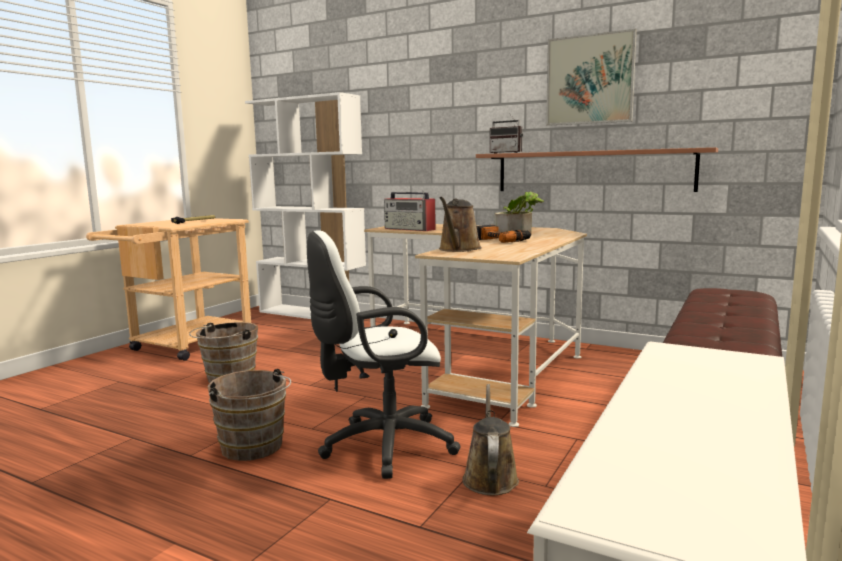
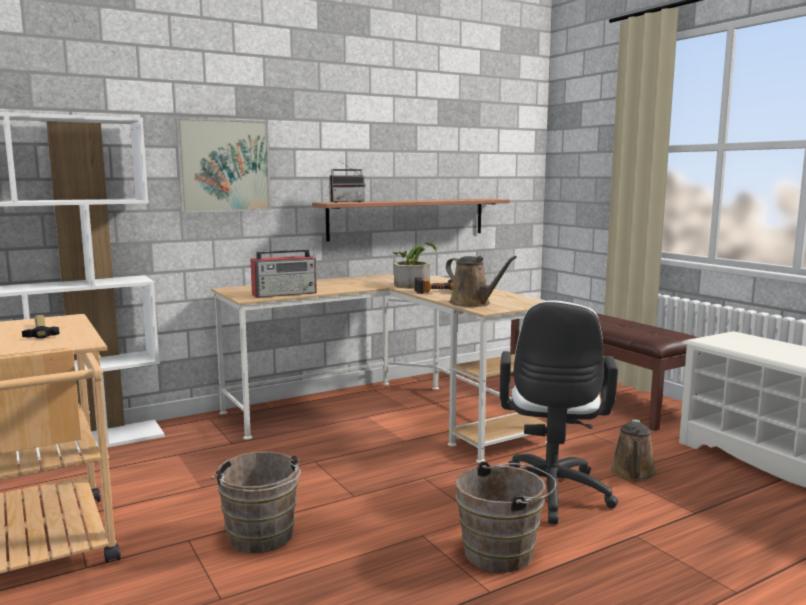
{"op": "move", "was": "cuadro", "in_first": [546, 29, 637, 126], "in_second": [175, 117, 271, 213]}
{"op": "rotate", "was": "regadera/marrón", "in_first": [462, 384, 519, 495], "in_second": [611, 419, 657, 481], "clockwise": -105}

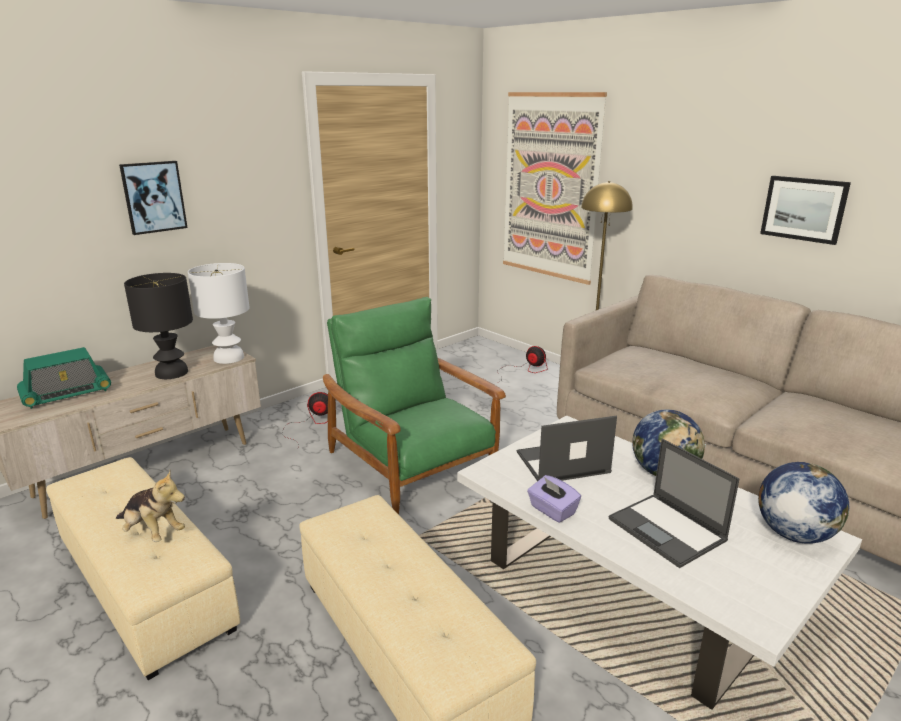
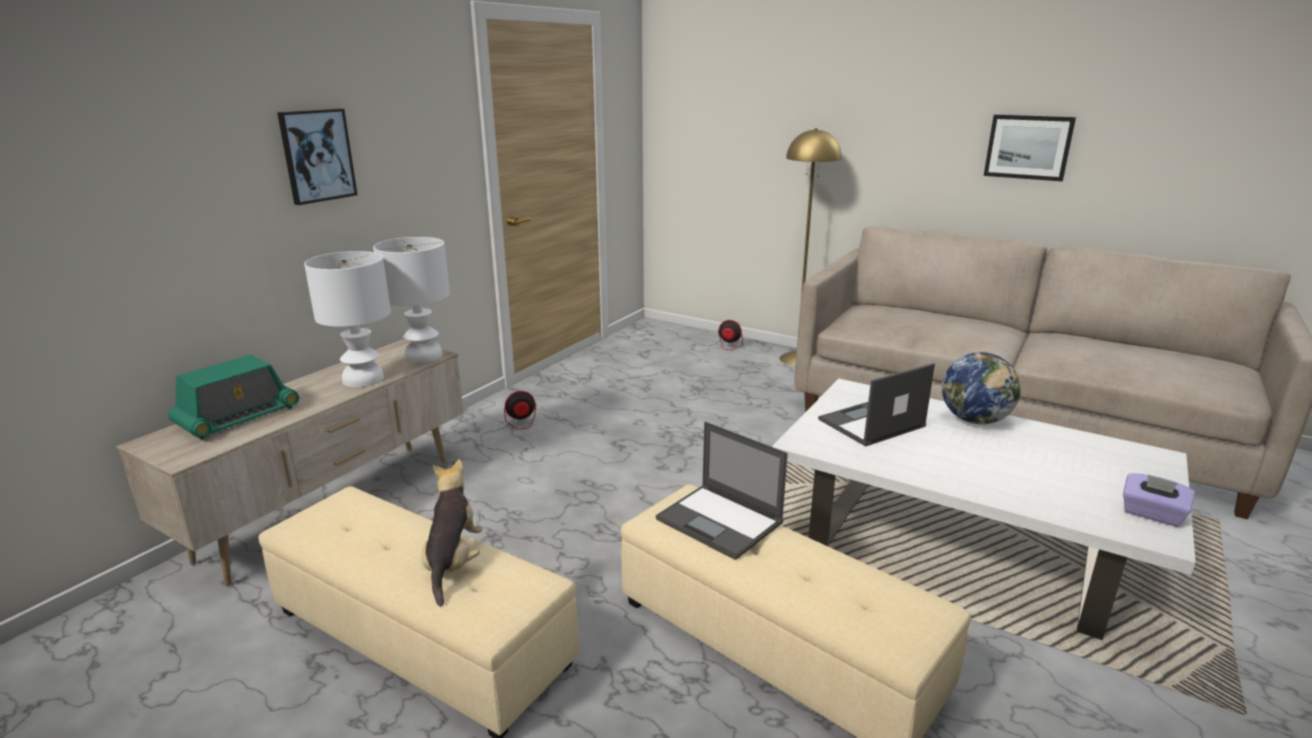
{"op": "delete", "was": "cuadro", "in_first": [503, 92, 607, 285]}
{"op": "recolor", "was": "lámpara de mesa/negro", "now": "lámpara de mesa/blanco", "in_first": [124, 273, 193, 379], "in_second": [304, 251, 391, 387]}
{"op": "delete", "was": "sillón/verde", "in_first": [323, 297, 506, 514]}
{"op": "move", "was": "portátil", "in_first": [609, 439, 740, 568], "in_second": [656, 422, 788, 560]}
{"op": "delete", "was": "globo terráqueo", "in_first": [758, 462, 850, 544]}
{"op": "rotate", "was": "peluche", "in_first": [116, 471, 185, 542], "in_second": [421, 459, 482, 607], "clockwise": -105}
{"op": "move", "was": "caja de pañuelos/morado", "in_first": [527, 475, 581, 523], "in_second": [1123, 473, 1195, 527]}

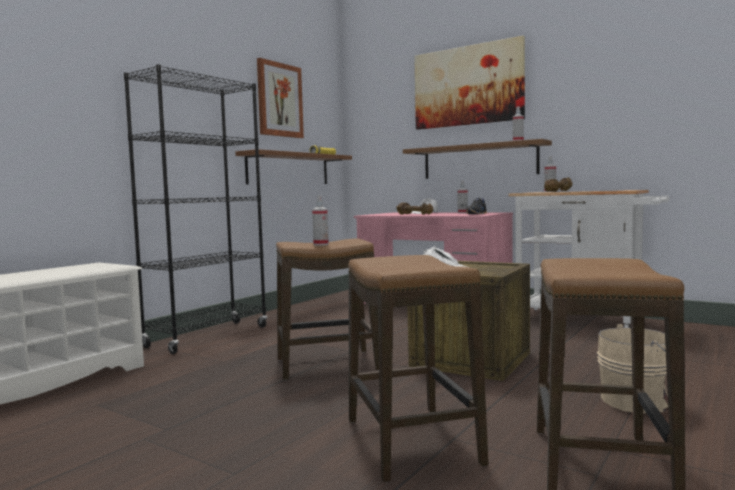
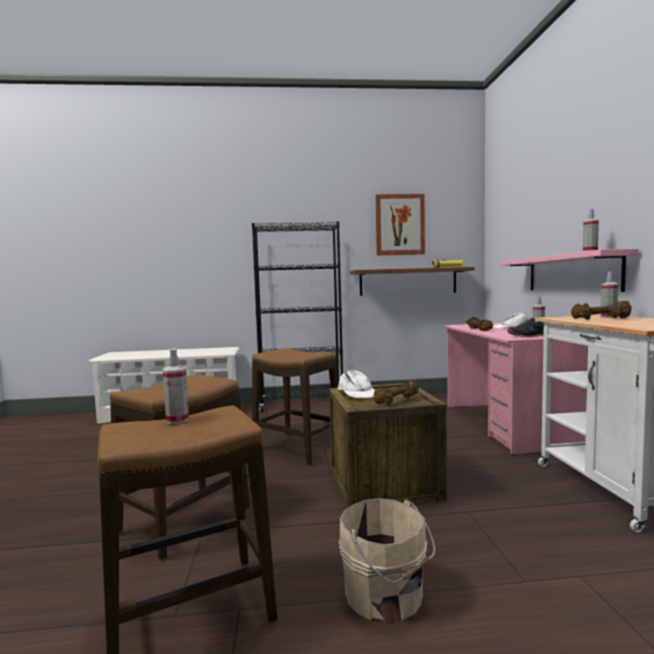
{"op": "delete", "was": "cuadro", "in_first": [414, 36, 525, 130]}
{"op": "recolor", "was": "estante/marrón", "now": "estante/rosa", "in_first": [403, 139, 552, 179], "in_second": [499, 249, 639, 292]}
{"op": "move", "was": "pulverizador", "in_first": [312, 195, 329, 246], "in_second": [163, 349, 189, 424]}
{"op": "insert", "now": "mancuerna/marrón", "in_second": [373, 379, 419, 404]}

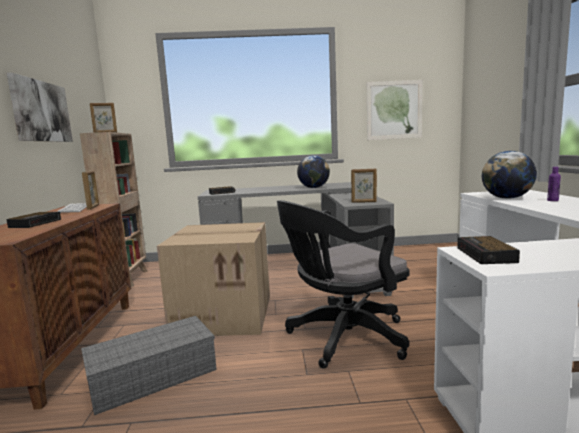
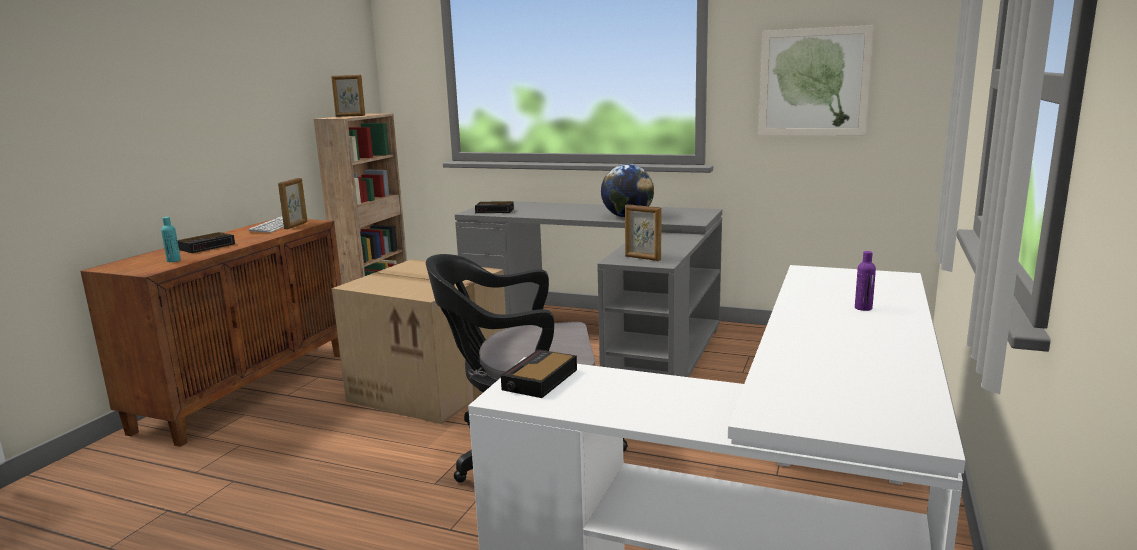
{"op": "delete", "was": "cuadro", "in_first": [7, 73, 73, 142]}
{"op": "delete", "was": "globo terráqueo", "in_first": [482, 151, 537, 199]}
{"op": "delete", "was": "caja de almacenaje/gris", "in_first": [81, 316, 217, 415]}
{"op": "insert", "now": "botella/turquesa", "in_second": [161, 217, 181, 262]}

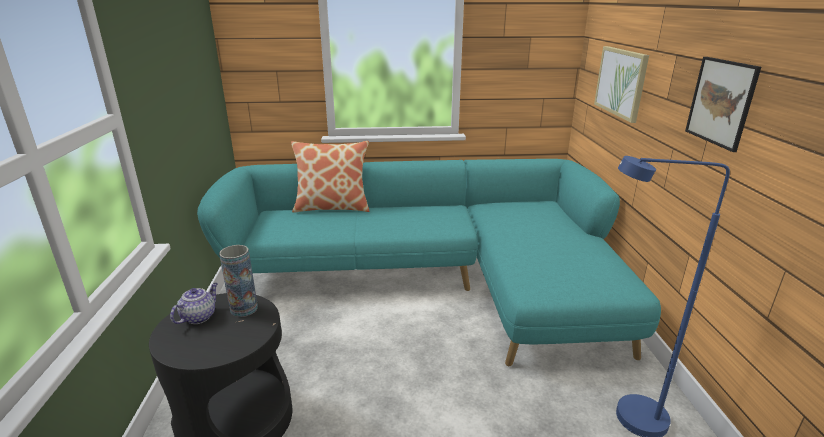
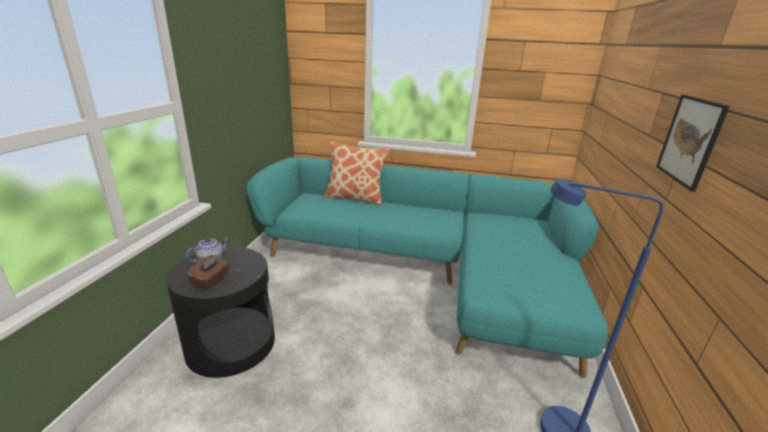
{"op": "delete", "was": "cuadro", "in_first": [594, 46, 649, 123]}
{"op": "delete", "was": "florero", "in_first": [219, 245, 258, 317]}
{"op": "insert", "now": "caja de pañuelos/marrón", "in_second": [187, 255, 230, 290]}

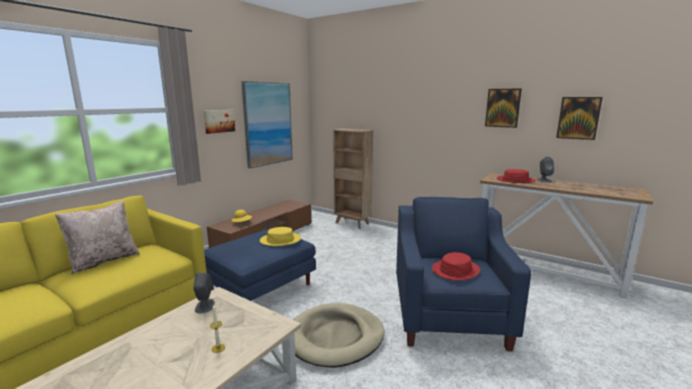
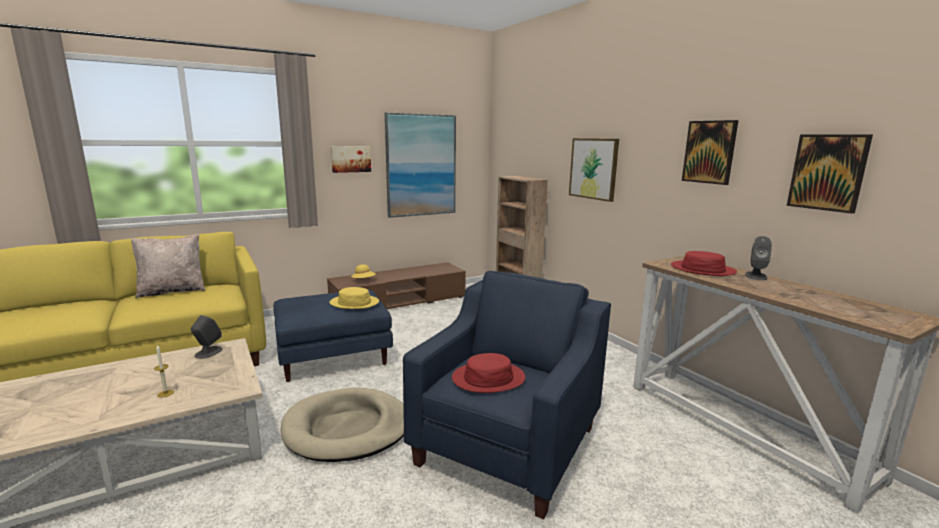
{"op": "insert", "now": "cuadro", "in_second": [569, 138, 619, 202]}

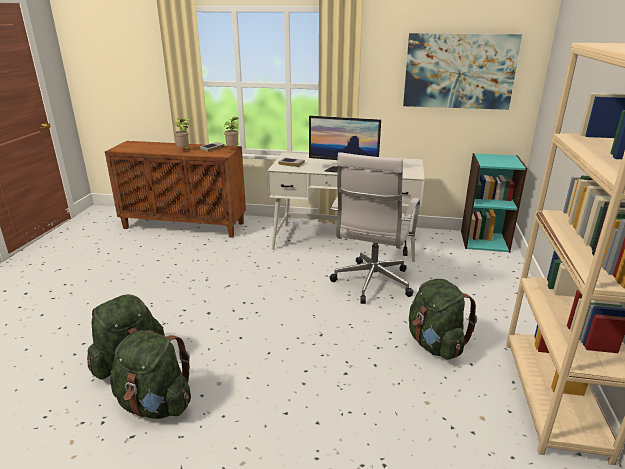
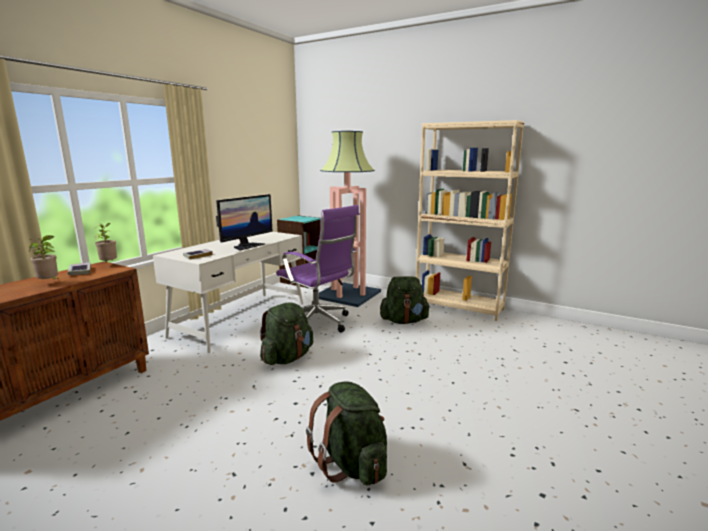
{"op": "delete", "was": "cuadro", "in_first": [403, 33, 522, 110]}
{"op": "recolor", "was": "silla de oficina/blanco", "now": "silla de oficina/morado", "in_first": [329, 152, 420, 304], "in_second": [276, 205, 359, 333]}
{"op": "move", "was": "mochila/verde", "in_first": [110, 330, 191, 419], "in_second": [260, 302, 313, 365]}
{"op": "insert", "now": "lámpara de pie", "in_second": [319, 130, 381, 307]}

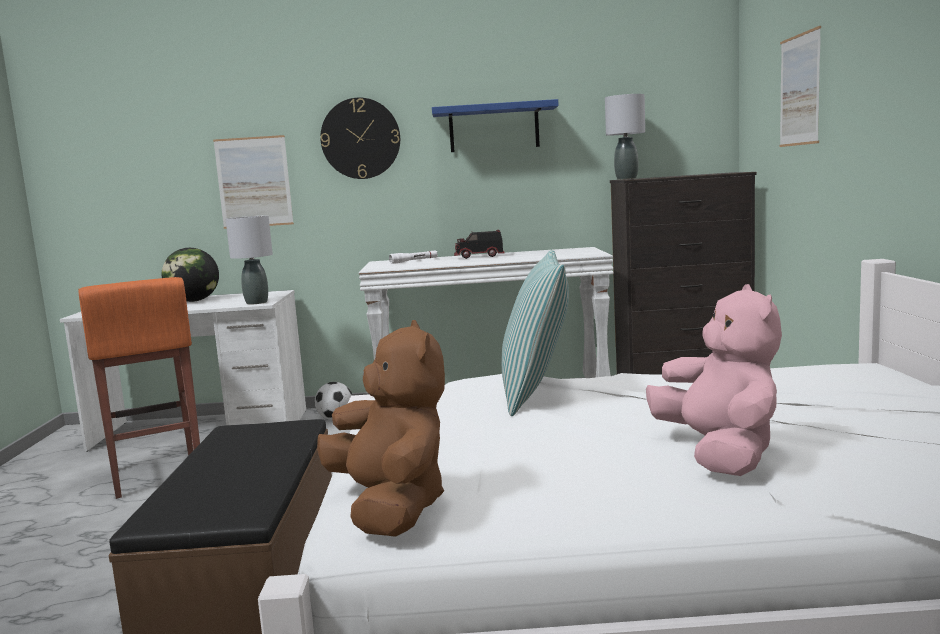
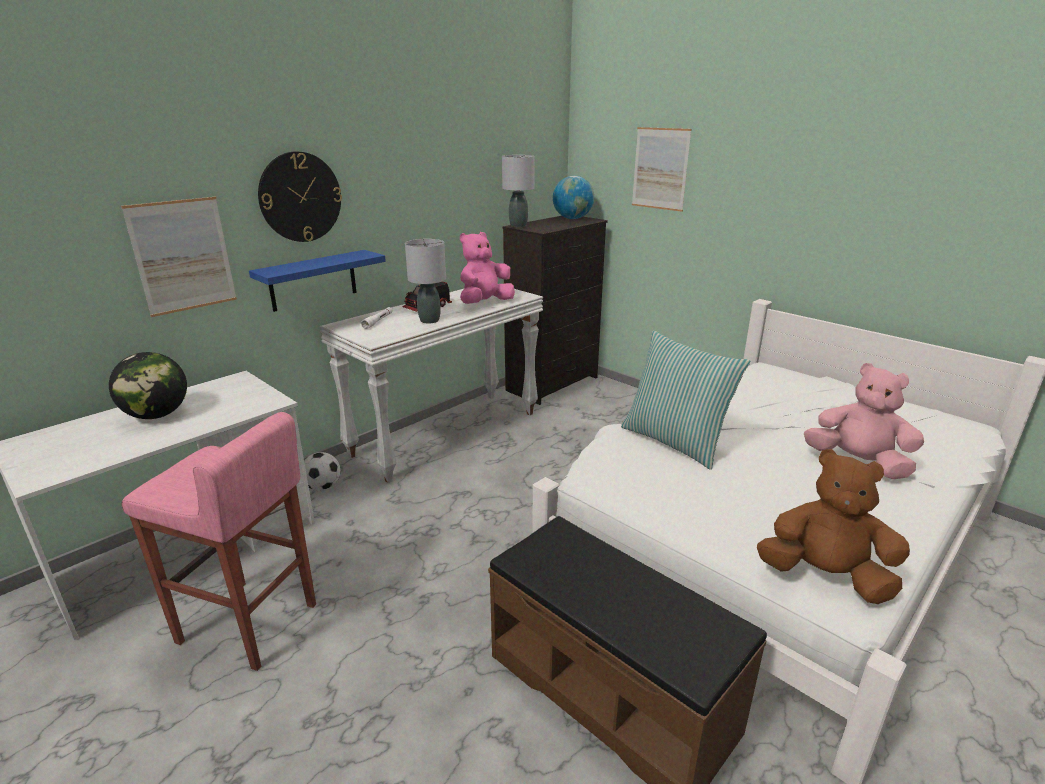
{"op": "move", "was": "estante/azul", "in_first": [432, 99, 559, 152], "in_second": [249, 250, 386, 312]}
{"op": "move", "was": "lámpara de mesa/gris", "in_first": [226, 215, 273, 304], "in_second": [405, 239, 446, 324]}
{"op": "recolor", "was": "taburete/naranja", "now": "taburete/rosa", "in_first": [79, 277, 200, 499], "in_second": [121, 412, 316, 671]}
{"op": "insert", "now": "globo terráqueo", "in_second": [553, 176, 594, 219]}
{"op": "insert", "now": "peluche/rosa", "in_second": [460, 232, 515, 304]}

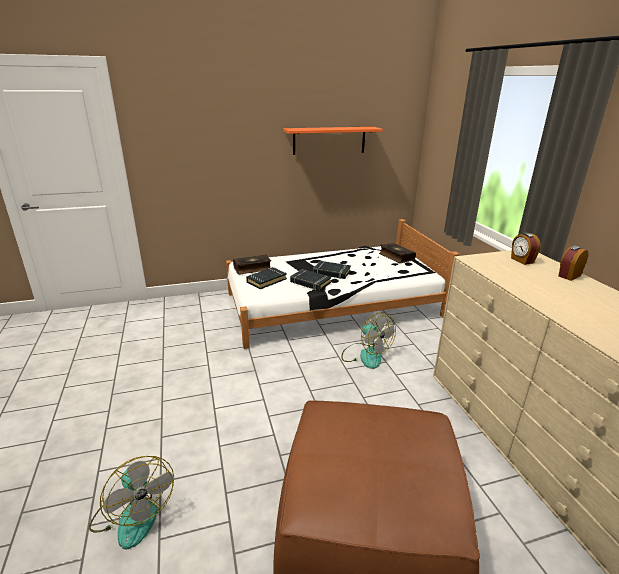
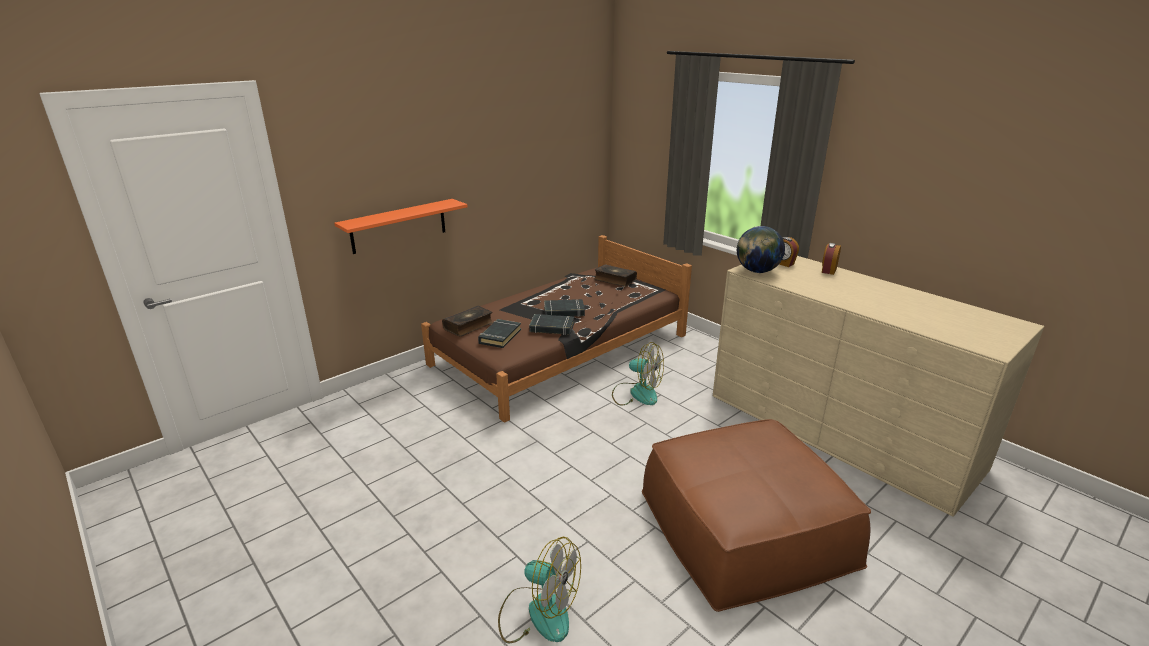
{"op": "move", "was": "estante/naranja", "in_first": [283, 127, 383, 155], "in_second": [334, 199, 468, 254]}
{"op": "recolor", "was": "cama/blanco", "now": "cama/marrón", "in_first": [226, 219, 460, 349], "in_second": [421, 235, 692, 423]}
{"op": "insert", "now": "globo terráqueo", "in_second": [737, 226, 785, 273]}

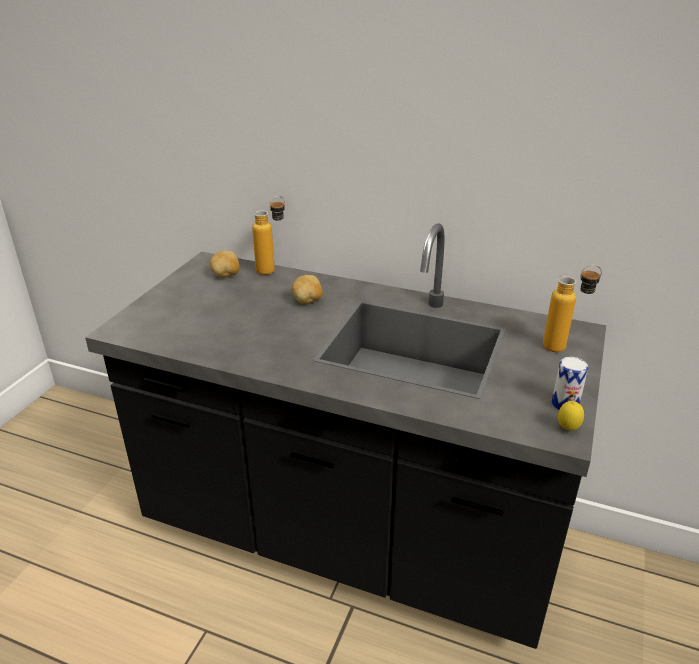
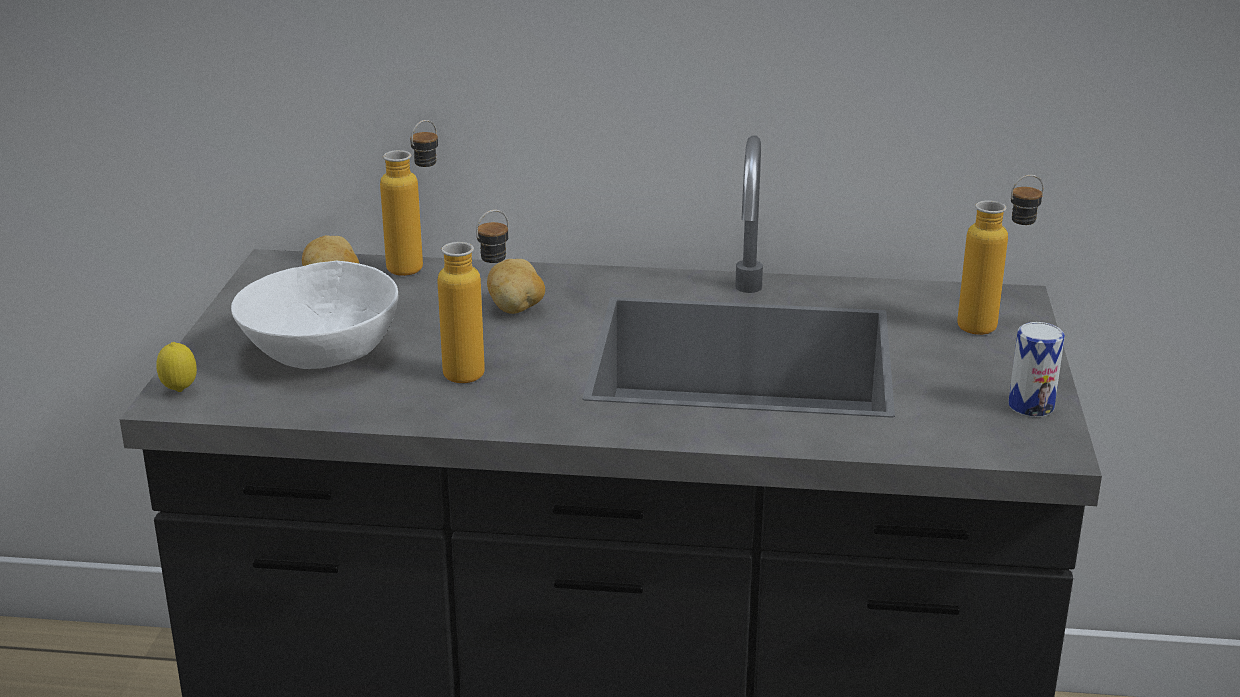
{"op": "move", "was": "limón", "in_first": [558, 401, 584, 431], "in_second": [156, 342, 197, 392]}
{"op": "insert", "now": "botella", "in_second": [437, 210, 509, 383]}
{"op": "insert", "now": "cuenco/blanco", "in_second": [231, 261, 398, 369]}

